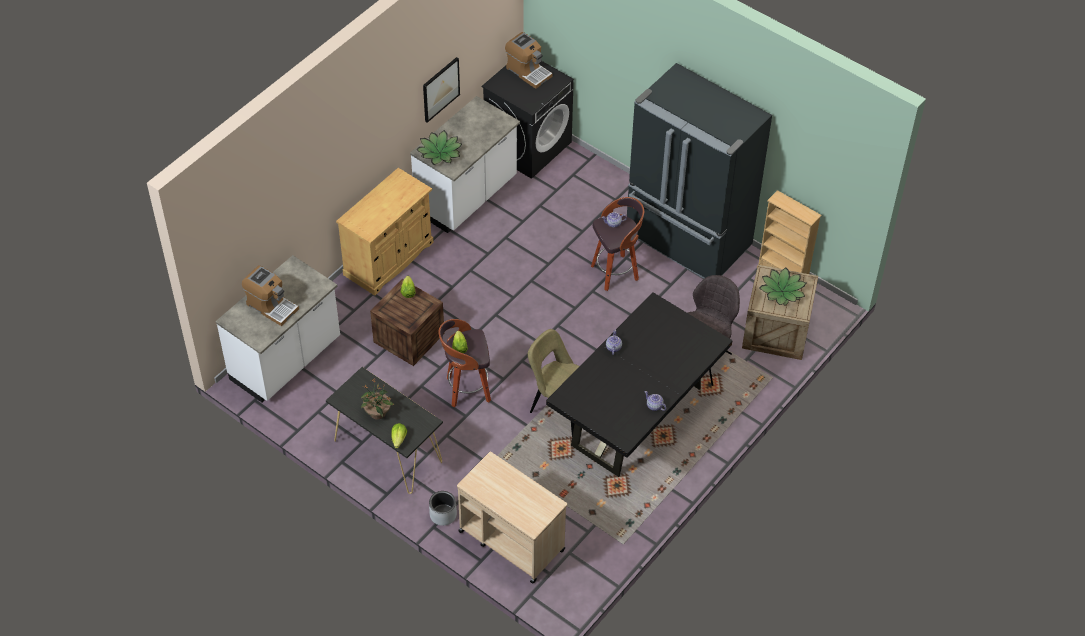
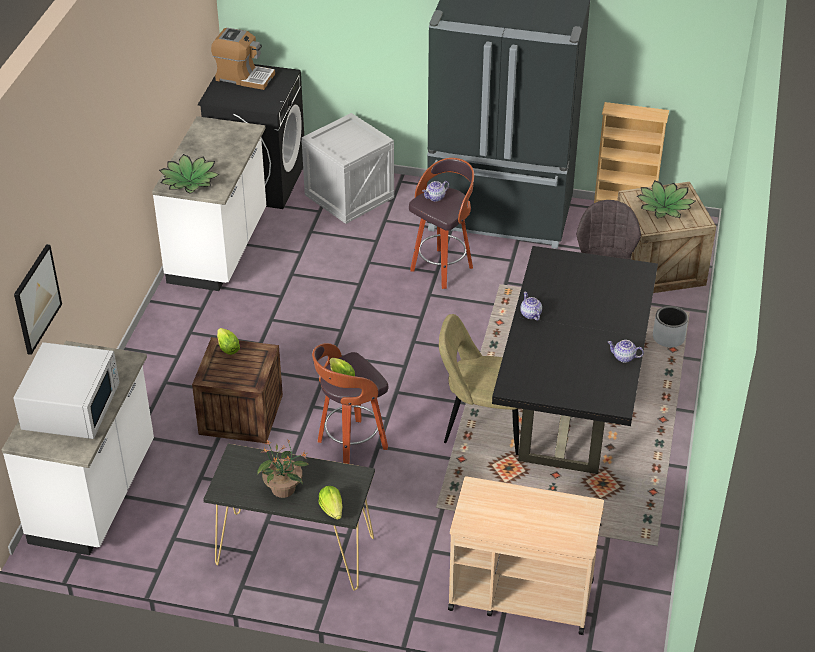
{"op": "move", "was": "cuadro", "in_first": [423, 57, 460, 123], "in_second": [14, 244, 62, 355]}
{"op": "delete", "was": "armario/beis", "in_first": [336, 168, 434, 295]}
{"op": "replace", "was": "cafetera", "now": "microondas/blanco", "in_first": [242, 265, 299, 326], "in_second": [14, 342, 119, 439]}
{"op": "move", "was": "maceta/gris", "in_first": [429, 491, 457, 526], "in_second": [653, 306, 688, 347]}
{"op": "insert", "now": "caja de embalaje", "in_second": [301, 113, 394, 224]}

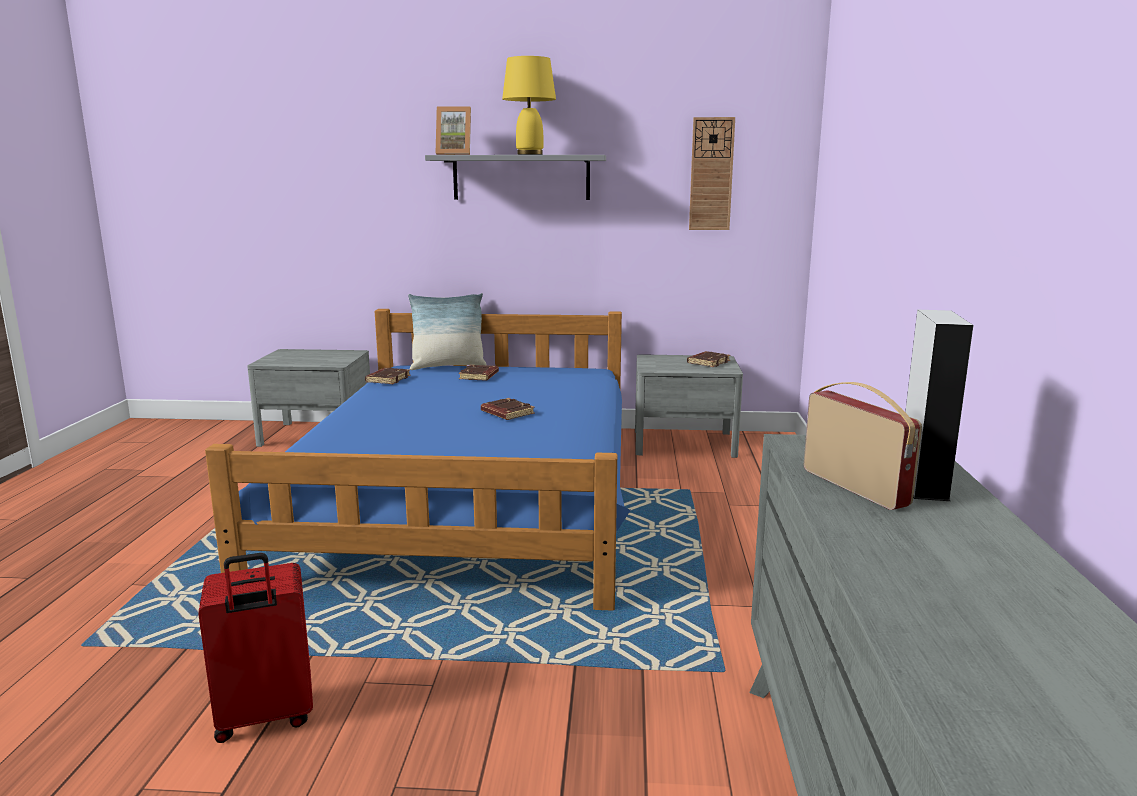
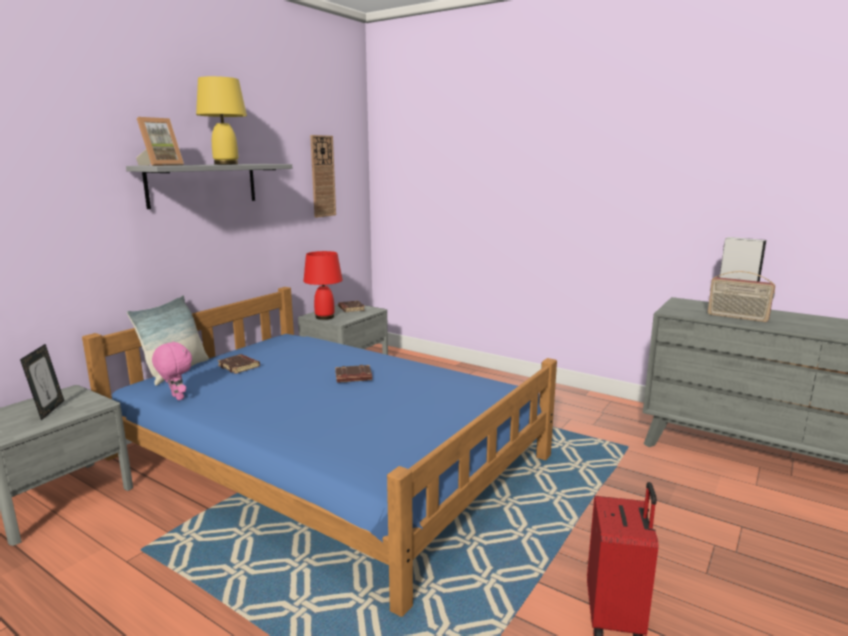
{"op": "replace", "was": "libro/marrón", "now": "peluche/rosa", "in_first": [365, 368, 411, 384], "in_second": [152, 341, 192, 400]}
{"op": "rotate", "was": "radio", "in_first": [804, 382, 922, 510], "in_second": [708, 271, 775, 322], "clockwise": -150}
{"op": "insert", "now": "lámpara de mesa/rojo", "in_second": [303, 251, 343, 320]}
{"op": "insert", "now": "portarretratos", "in_second": [20, 344, 64, 420]}

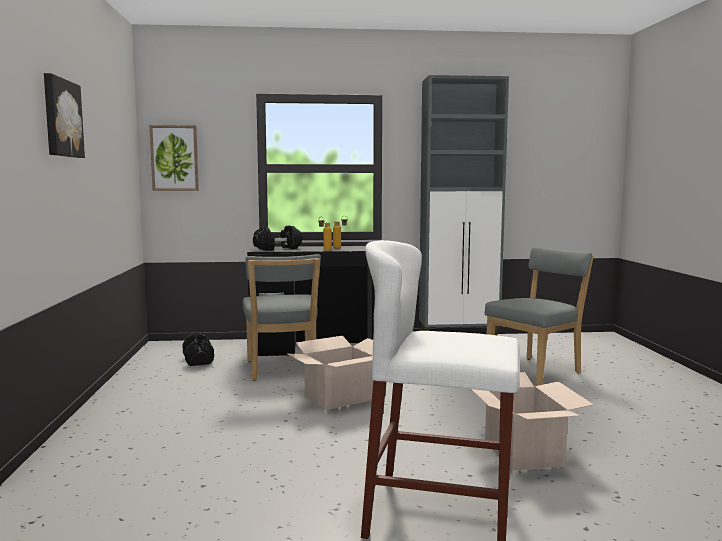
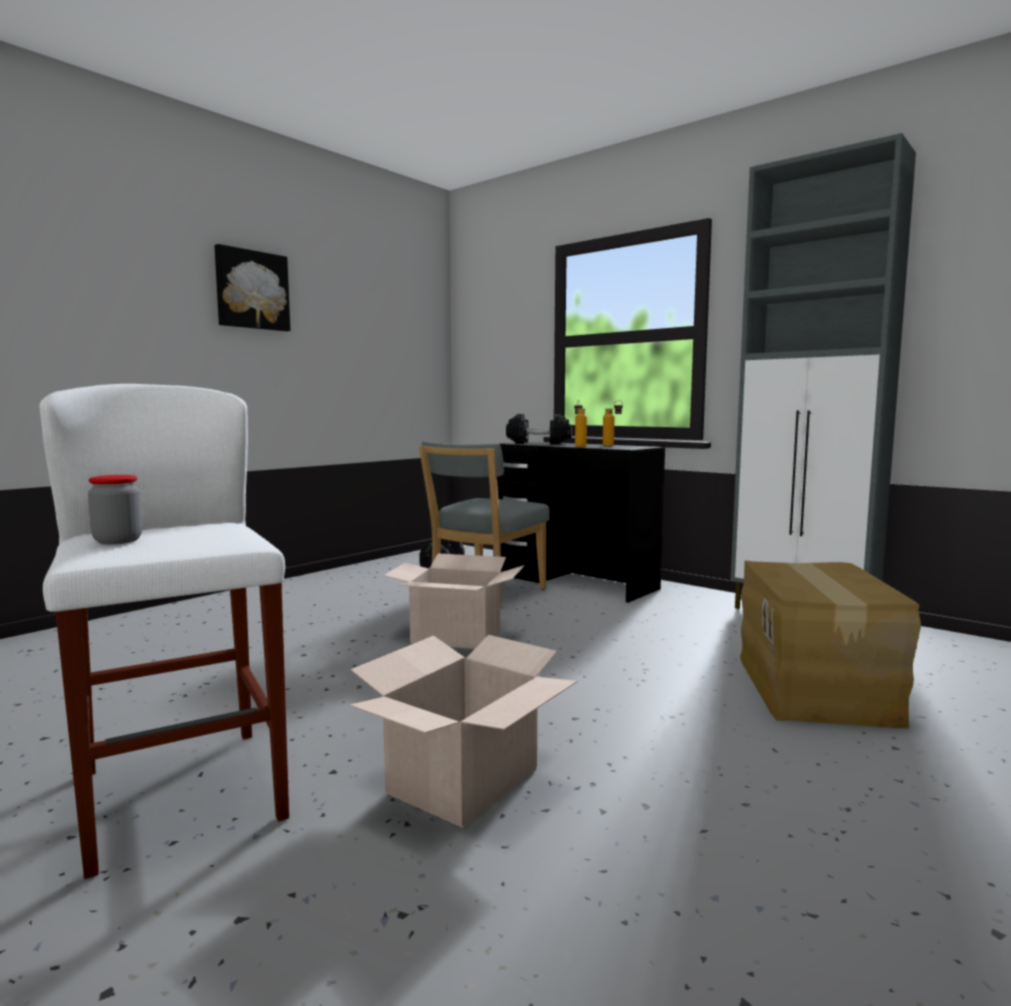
{"op": "delete", "was": "cuadro", "in_first": [150, 125, 199, 191]}
{"op": "replace", "was": "silla/gris", "now": "caja de cartón", "in_first": [485, 247, 594, 386], "in_second": [740, 560, 921, 728]}
{"op": "insert", "now": "tarro", "in_second": [88, 475, 143, 544]}

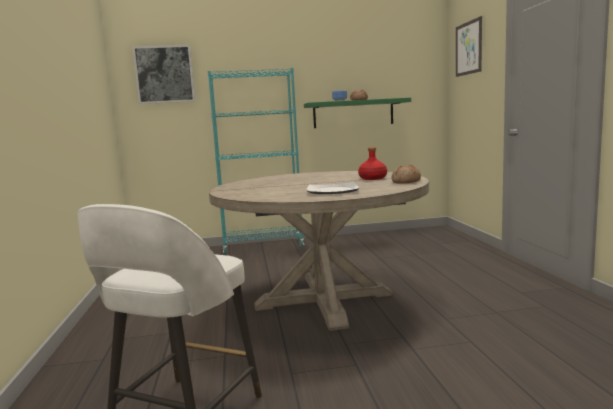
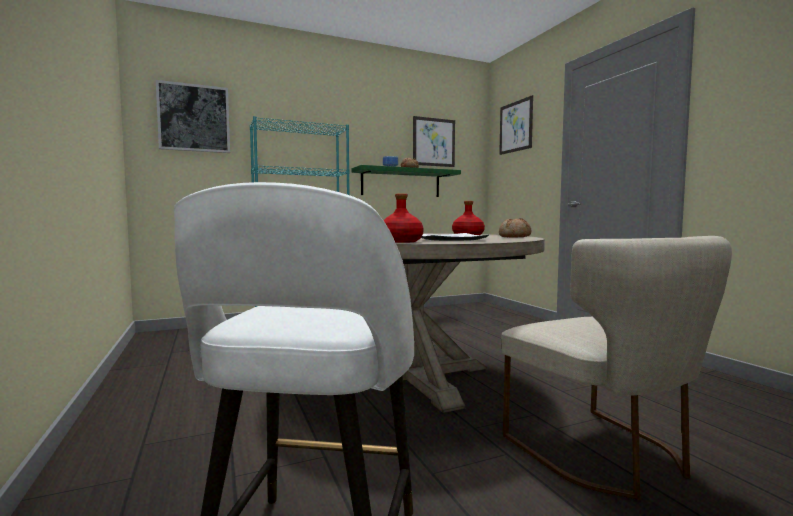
{"op": "insert", "now": "cuadro", "in_second": [413, 116, 455, 167]}
{"op": "insert", "now": "botella/rojo", "in_second": [383, 193, 424, 243]}
{"op": "insert", "now": "silla/beis", "in_second": [501, 236, 732, 500]}

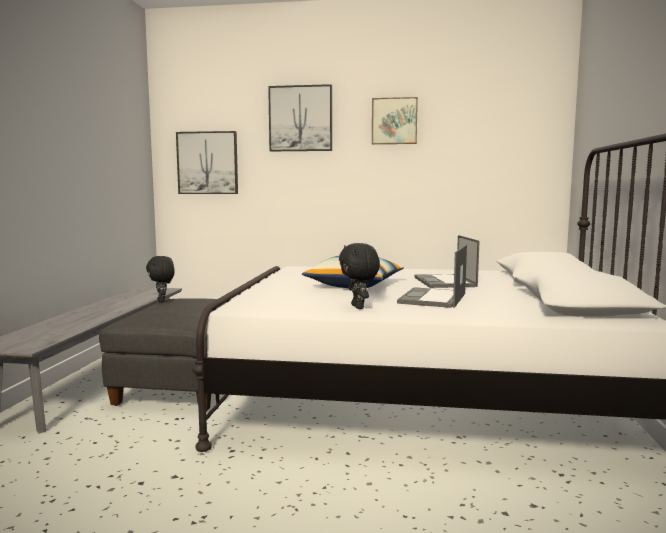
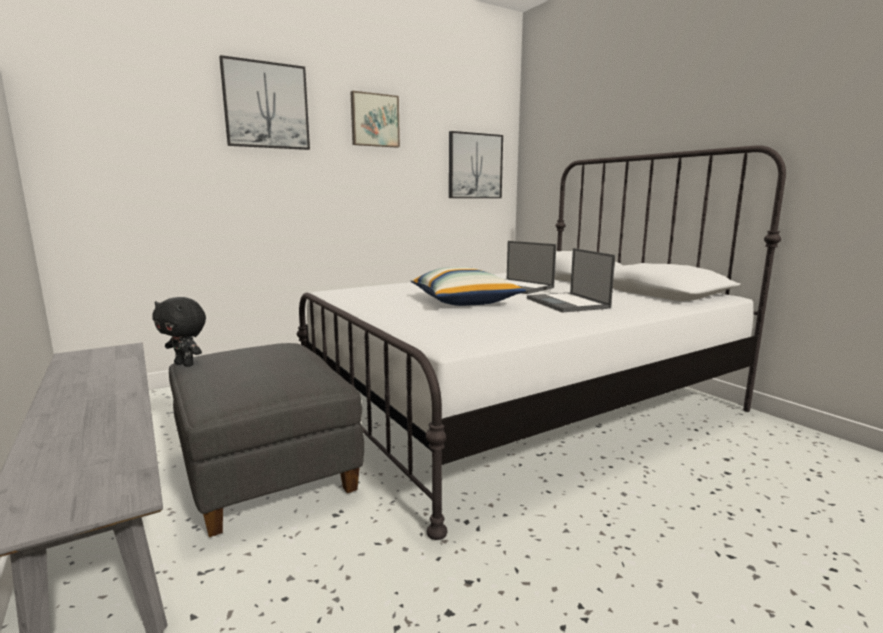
{"op": "move", "was": "cuadro", "in_first": [176, 131, 238, 194], "in_second": [449, 131, 503, 198]}
{"op": "delete", "was": "peluche/negro", "in_first": [339, 243, 380, 309]}

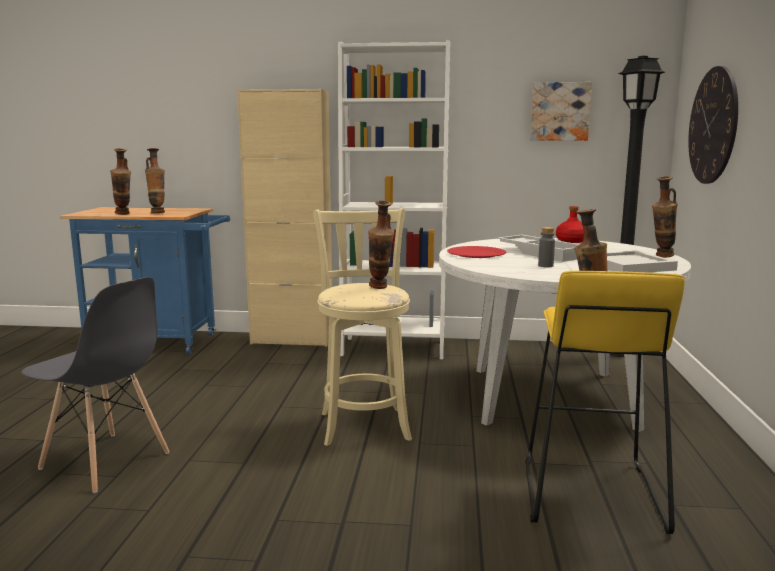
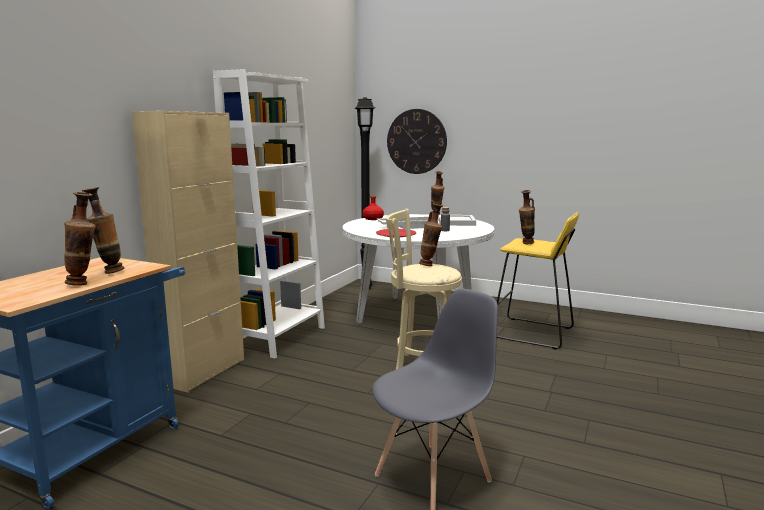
{"op": "delete", "was": "cuadro", "in_first": [530, 82, 592, 141]}

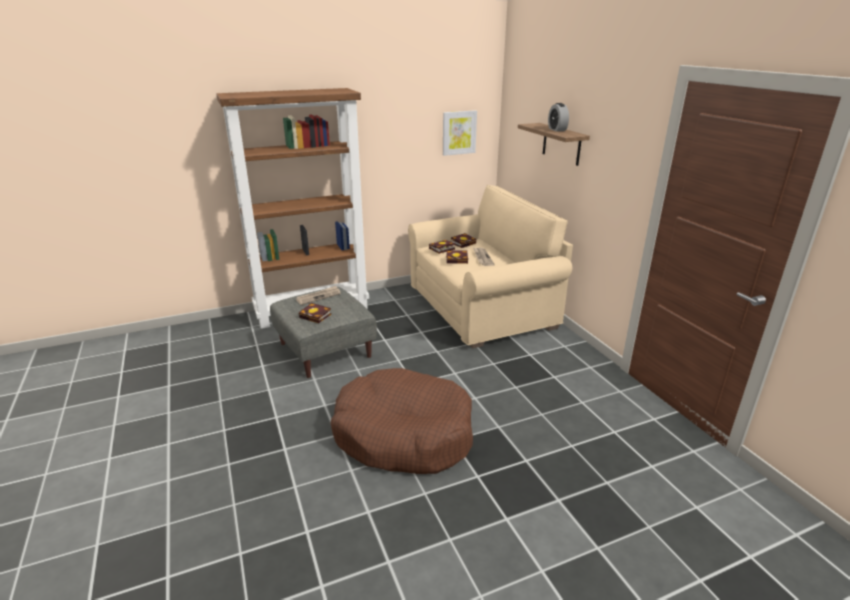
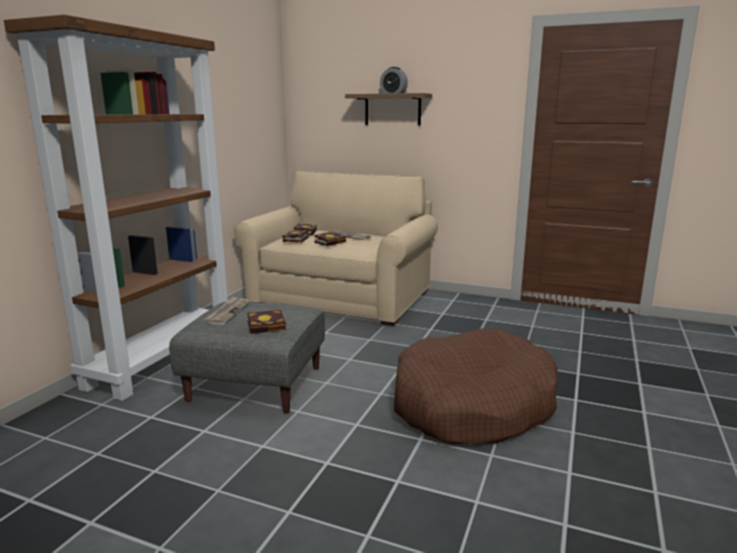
{"op": "delete", "was": "cuadro", "in_first": [443, 110, 477, 156]}

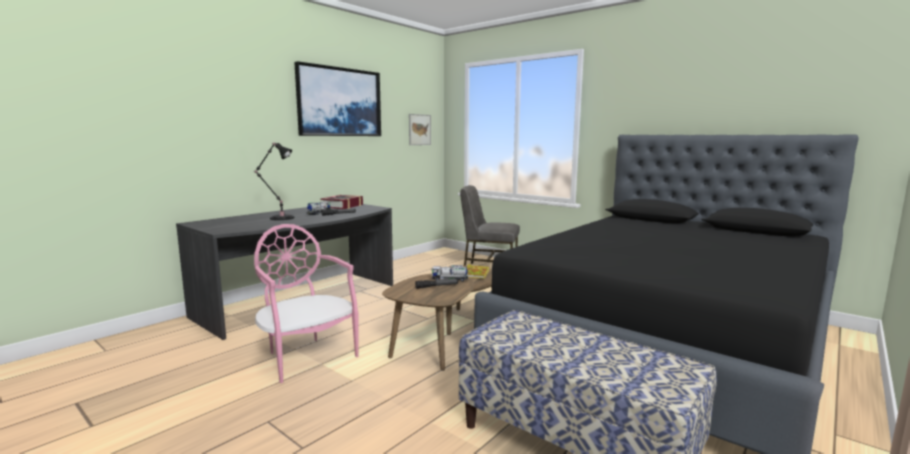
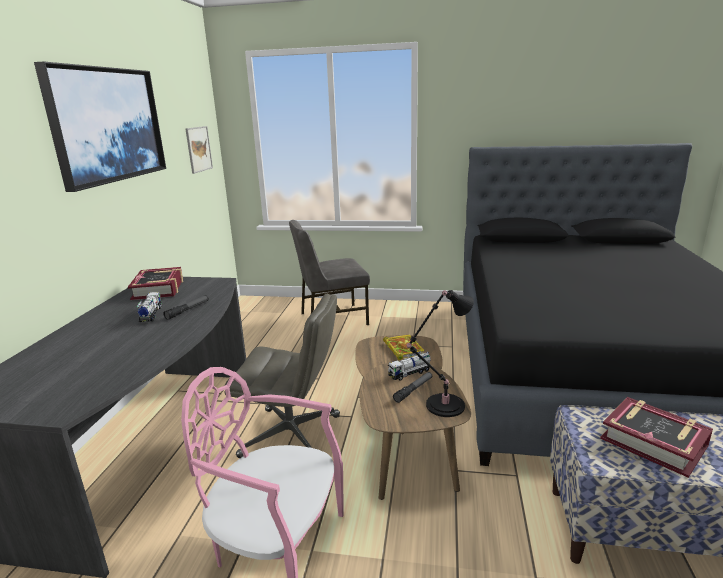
{"op": "move", "was": "lámpara de mesa/negro", "in_first": [254, 142, 294, 220], "in_second": [406, 290, 474, 417]}
{"op": "insert", "now": "silla de oficina/gris", "in_second": [224, 294, 340, 458]}
{"op": "insert", "now": "libro", "in_second": [600, 397, 713, 478]}

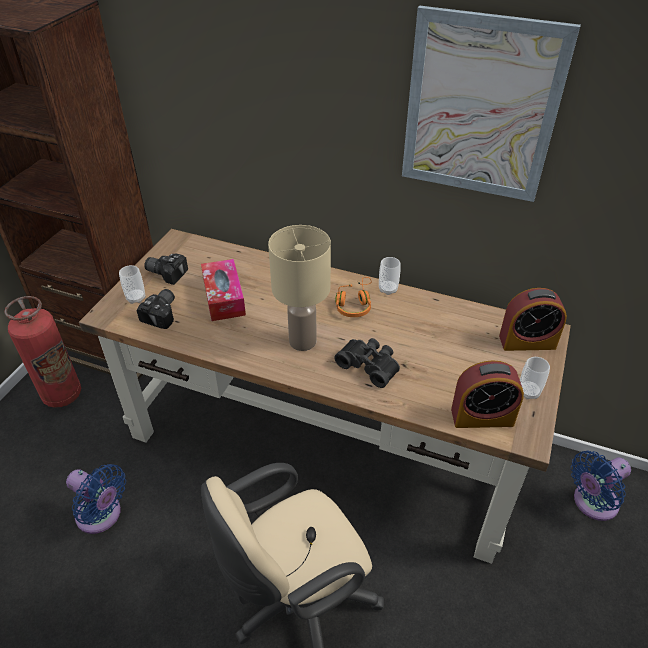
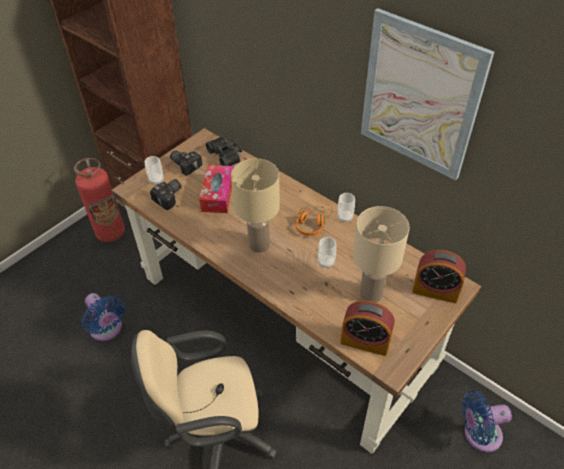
{"op": "move", "was": "prismáticos/negro", "in_first": [334, 338, 400, 388], "in_second": [206, 137, 242, 166]}
{"op": "move", "was": "taza", "in_first": [520, 357, 550, 399], "in_second": [318, 237, 336, 269]}
{"op": "insert", "now": "lámpara de mesa/beis", "in_second": [353, 206, 410, 303]}

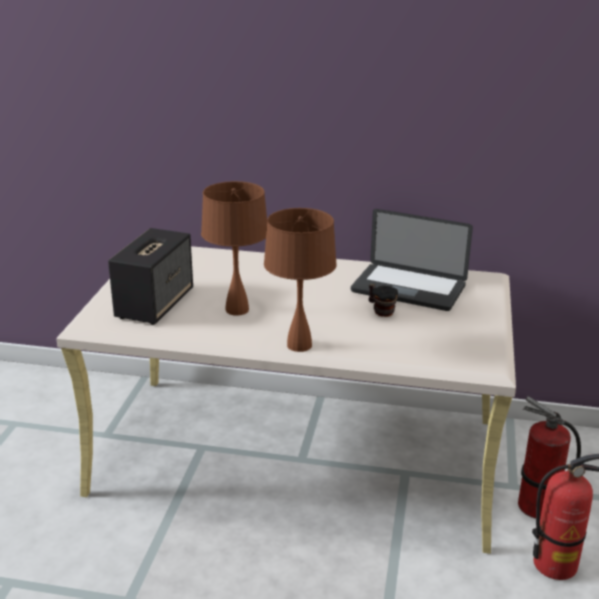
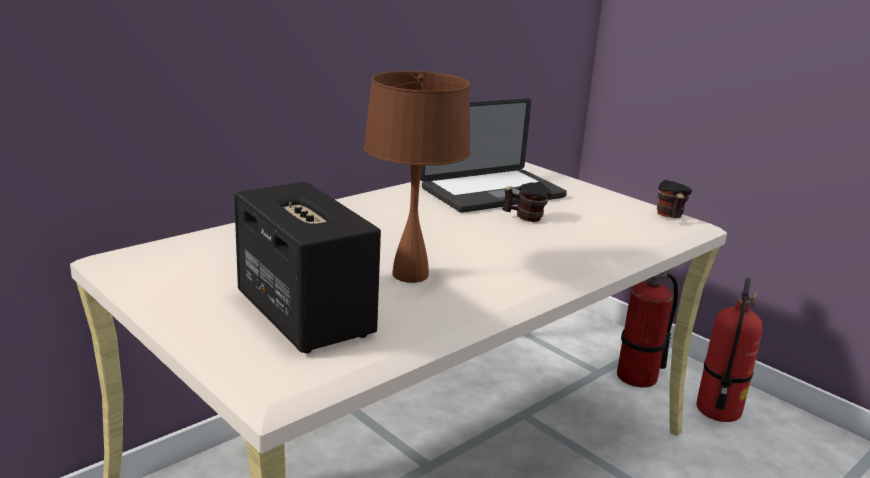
{"op": "delete", "was": "lámpara de mesa/marrón", "in_first": [264, 208, 337, 352]}
{"op": "insert", "now": "taza grande", "in_second": [657, 180, 692, 218]}

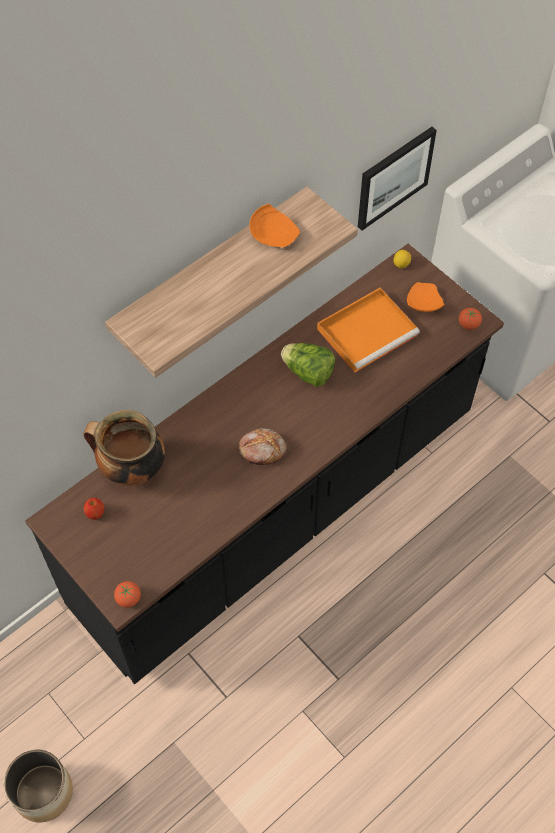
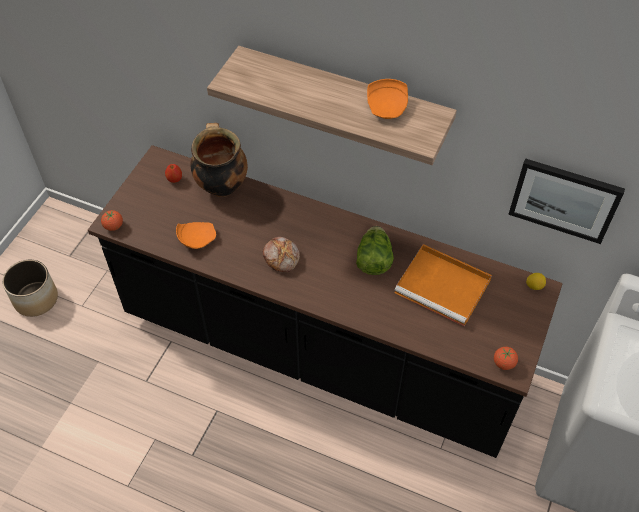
{"op": "move", "was": "plato/naranja", "in_first": [407, 282, 445, 312], "in_second": [176, 222, 216, 249]}

